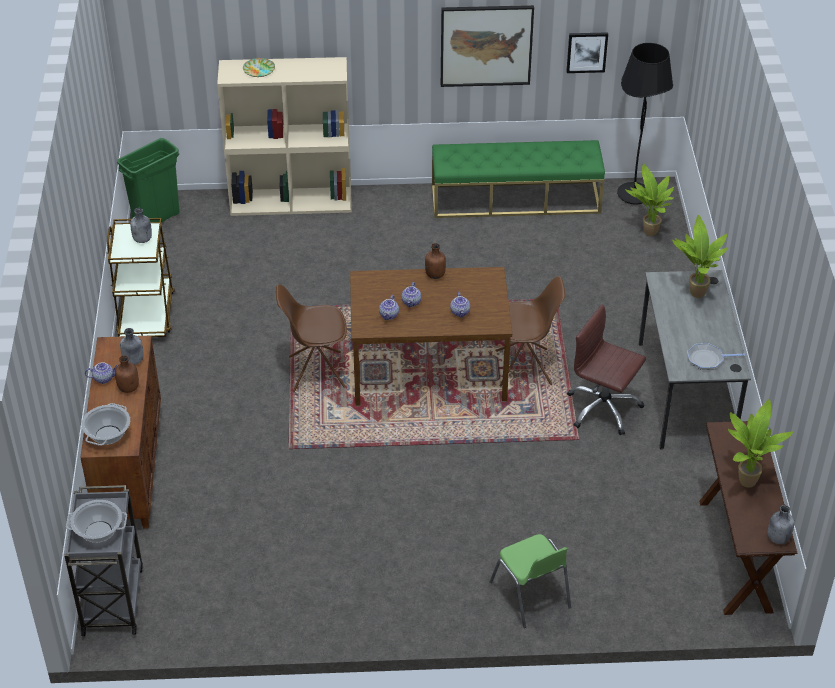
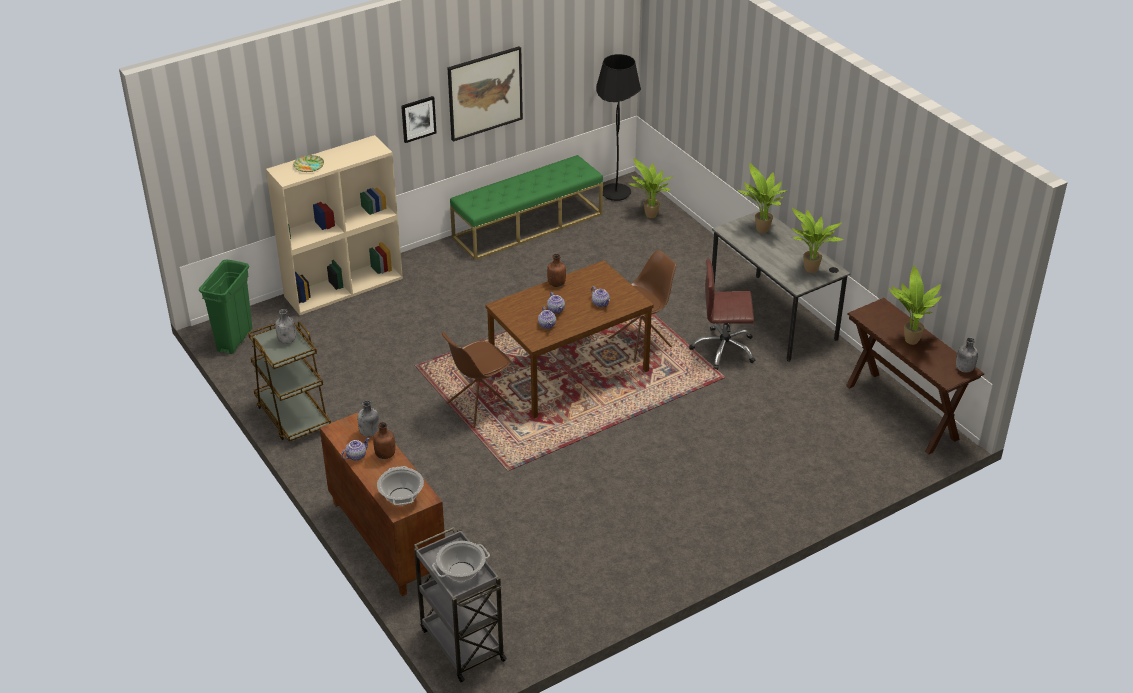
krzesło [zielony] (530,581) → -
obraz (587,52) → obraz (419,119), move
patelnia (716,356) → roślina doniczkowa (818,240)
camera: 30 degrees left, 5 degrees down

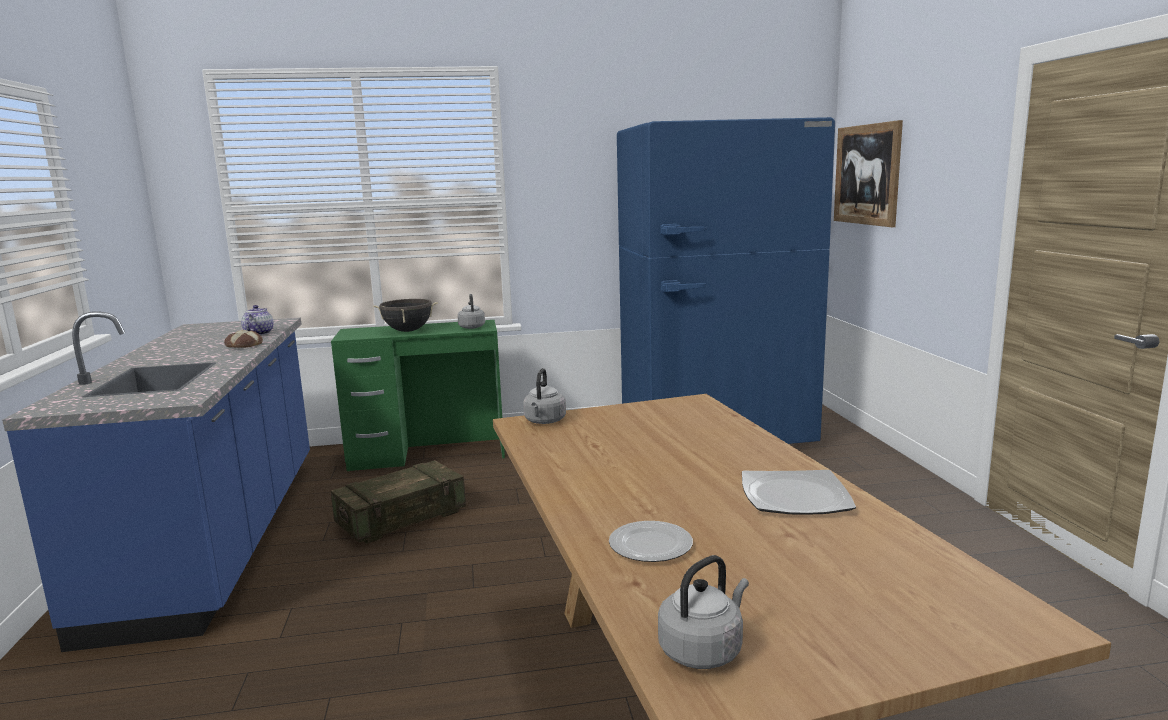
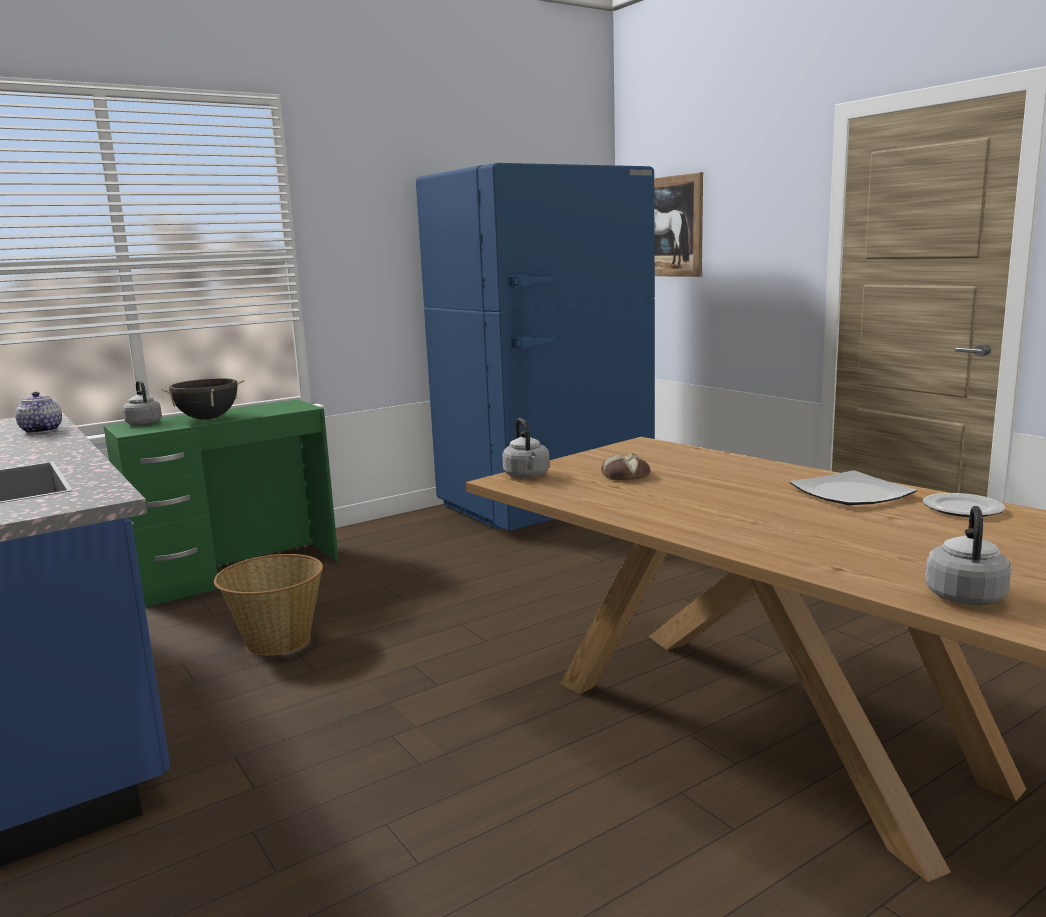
chleb (243,339) → chleb (626,466), move
czajnik [szary] (471,311) → czajnik [szary] (142,403), move
talerz (651,541) → talerz (964,505), move
skrzynka (398,502) → koszyk (268,605)
camera: 25 degrees left, 0 degrees up

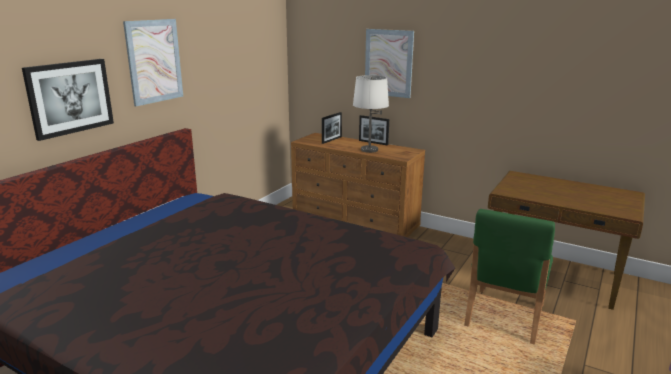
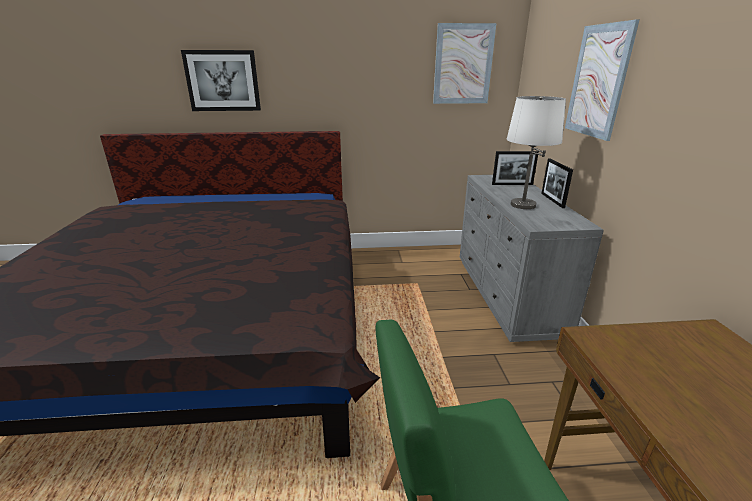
obraz (153,62) → obraz (464,63), move
komoda [brązowy] (358,185) → komoda [szary] (532,258)
camera: 55 degrees right, 5 degrees up

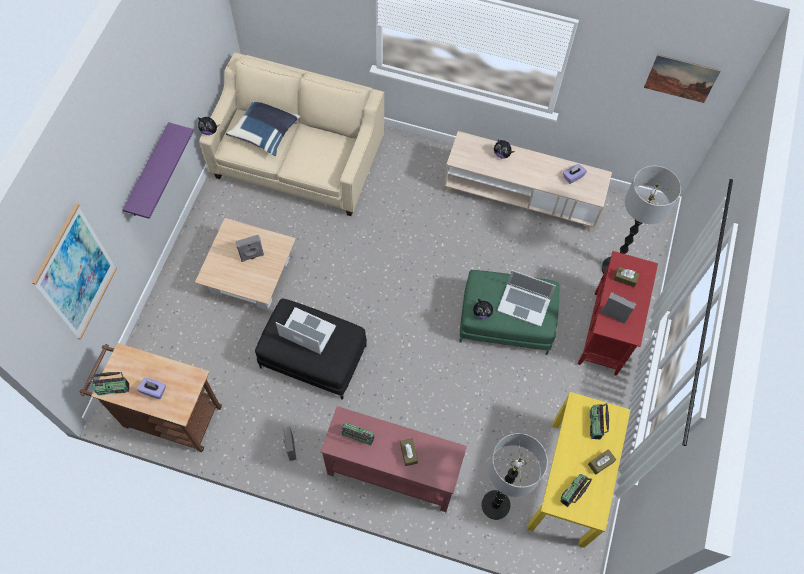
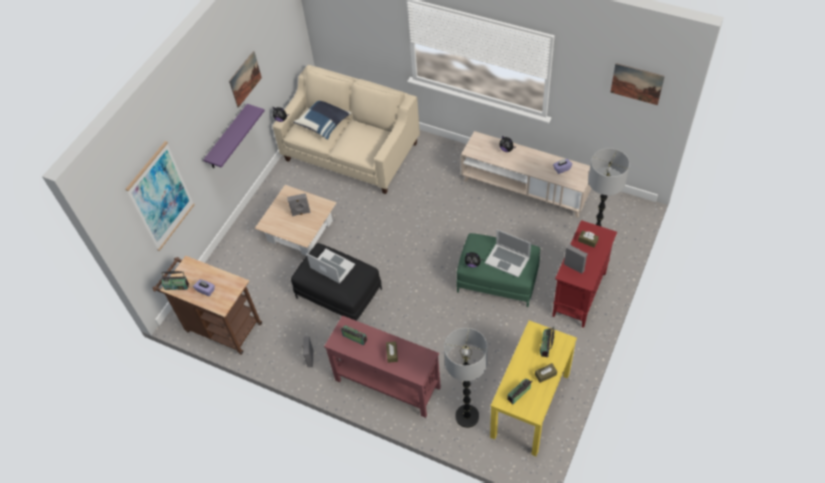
- → obraz (245,79)
camera: 15 degrees right, 10 degrees down

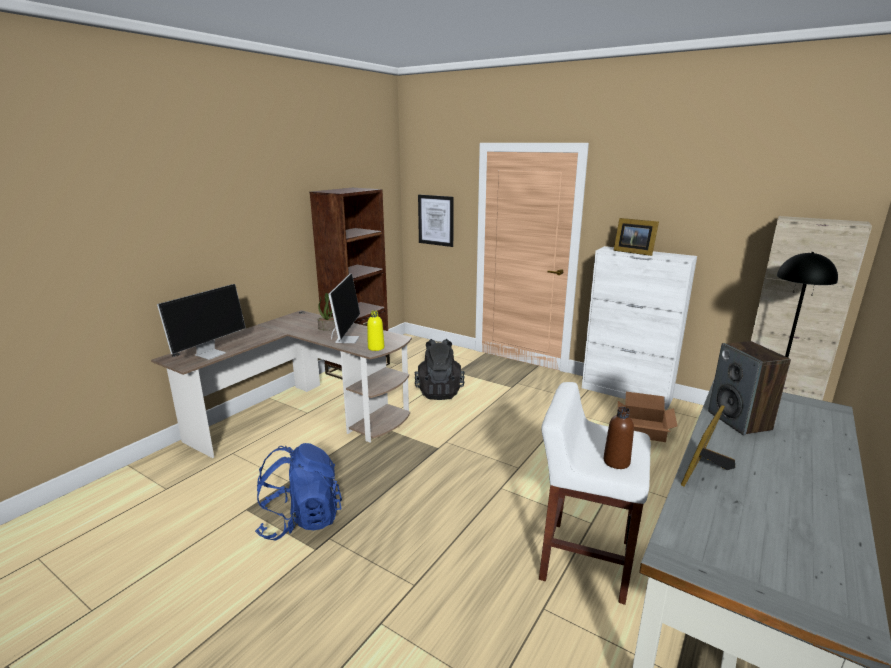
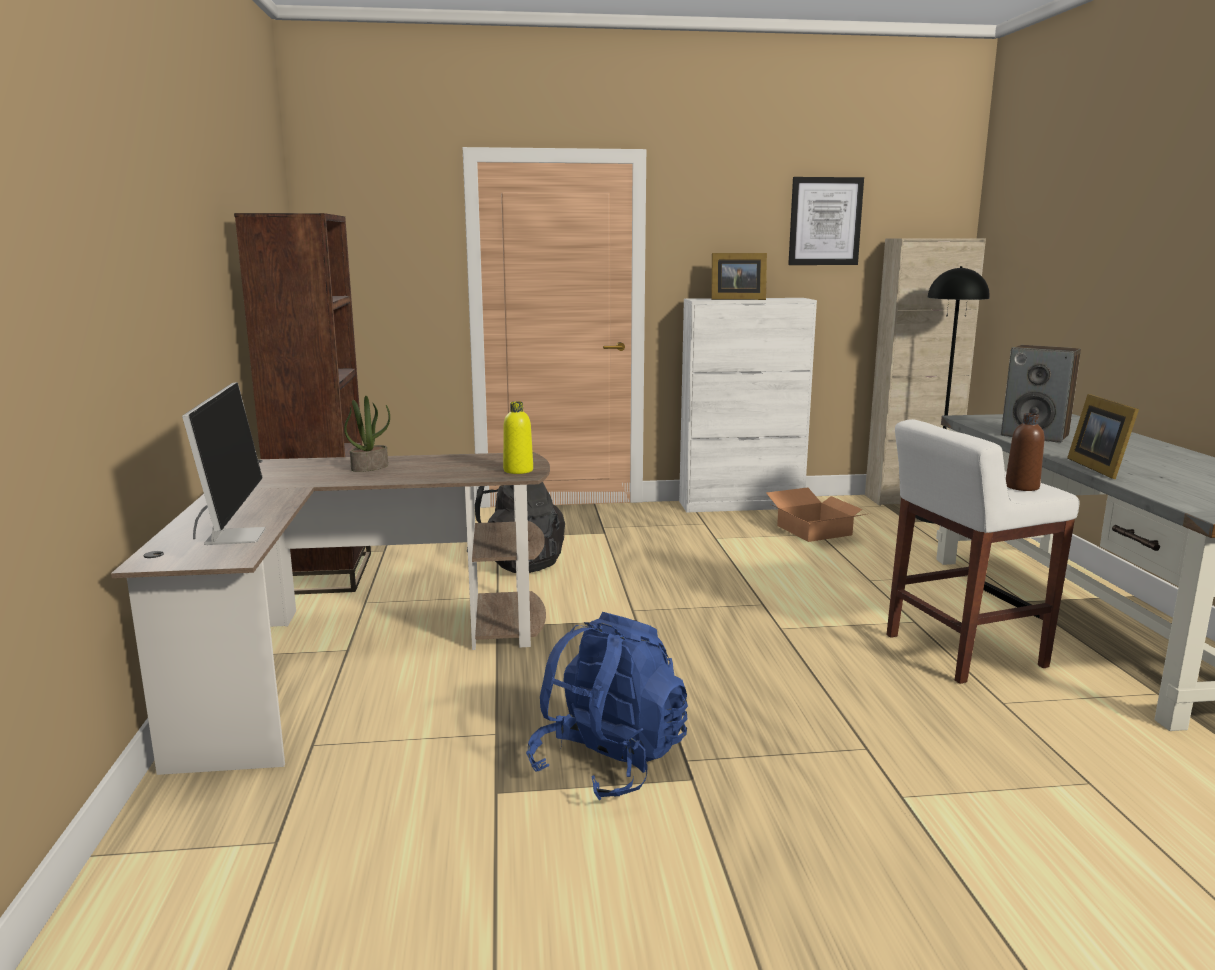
monitor (344,308) → -
obraz (436,221) → obraz (826,221), move
camera: 40 degrees left, 5 degrees down

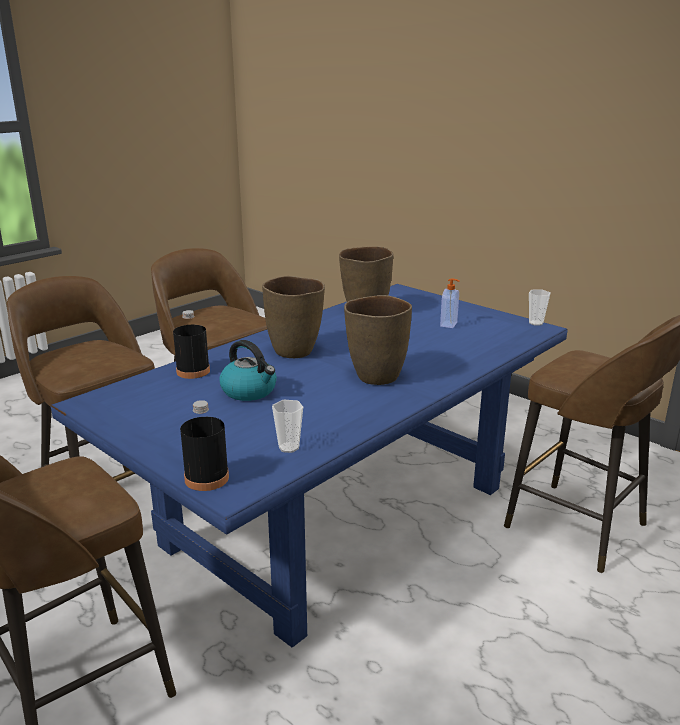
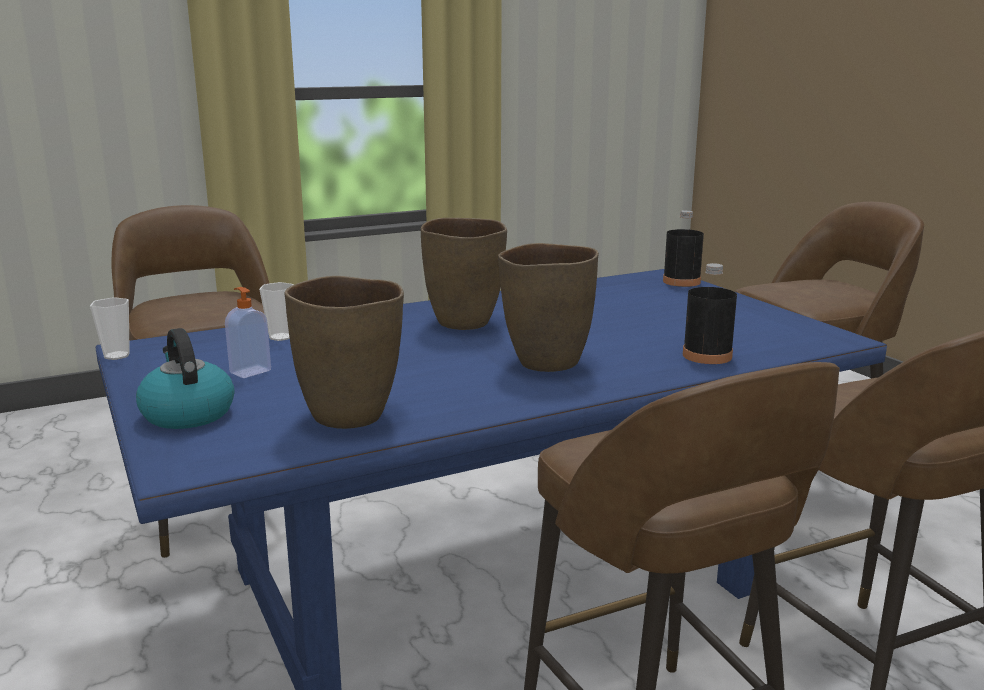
czajnik (248,370) → czajnik (185,378), move
filiżanka (287,426) → filiżanka (276,311), move
camera: 160 degrees left, 5 degrees down

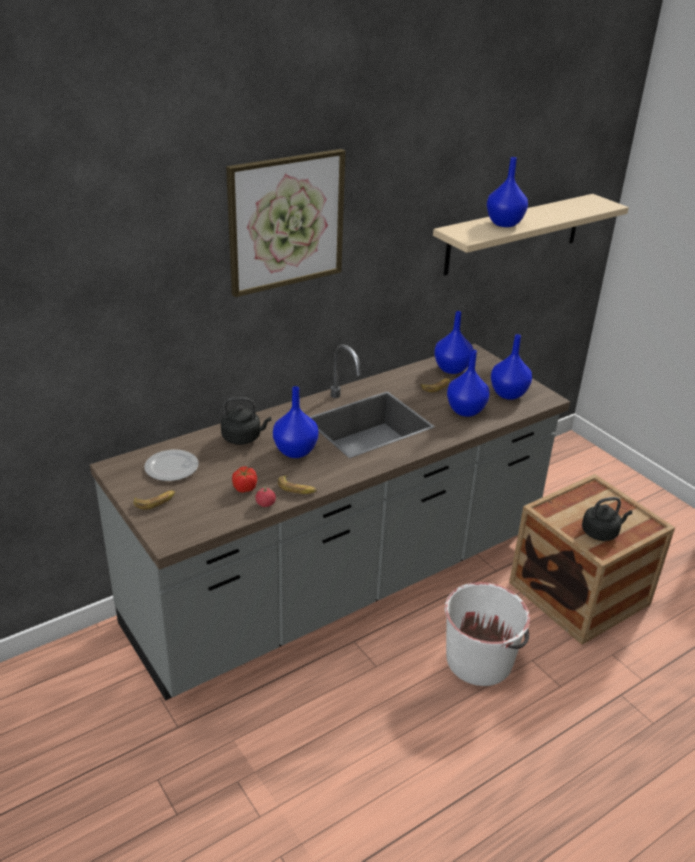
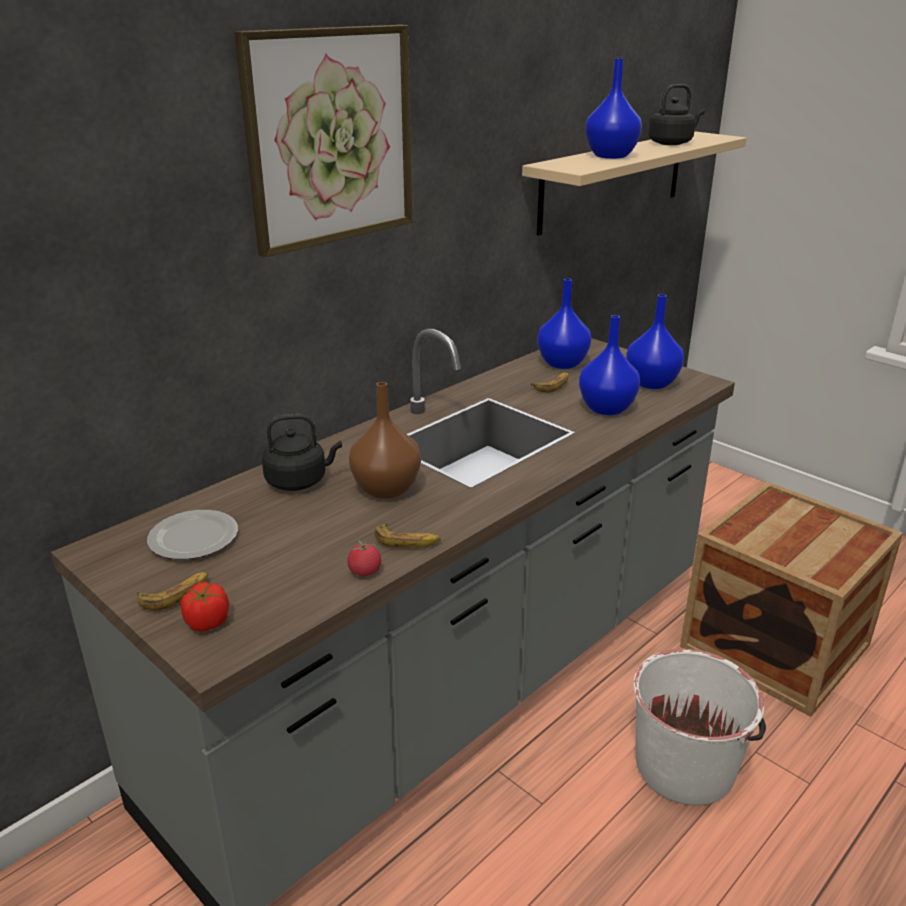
pomidor (244,479) → pomidor (205,607), move
czajnik [czarny] (607,519) → czajnik [czarny] (676,114), move
wazon [niebieski] (296,422) → wazon [brązowy] (385,440)
camera: 10 degrees left, 5 degrees down

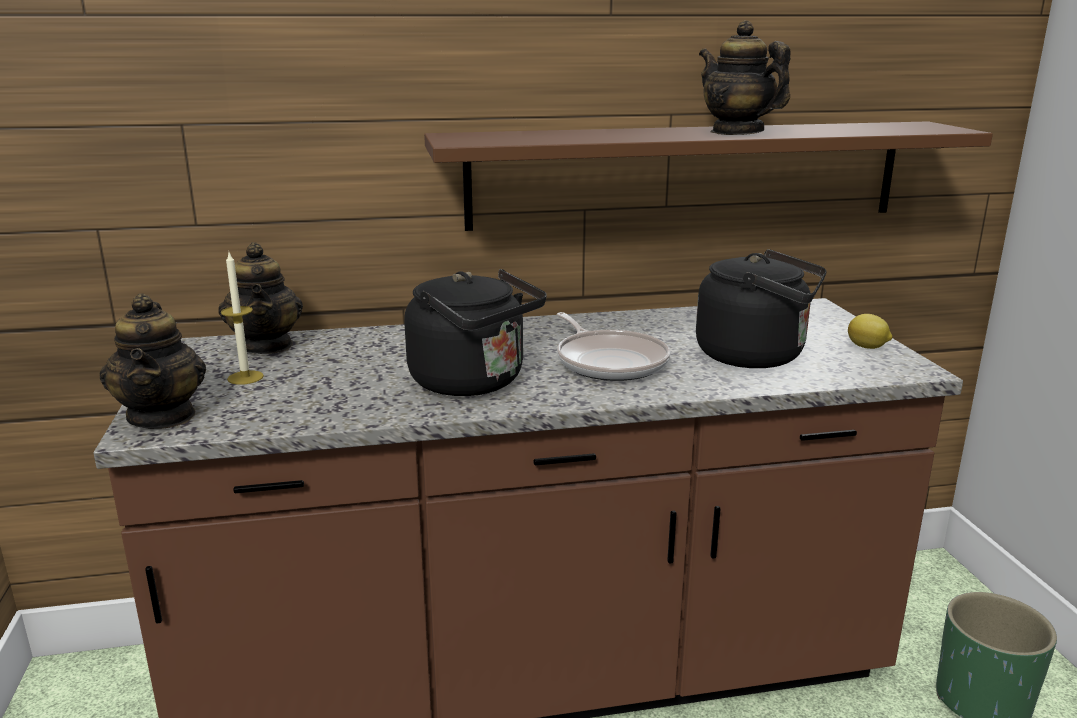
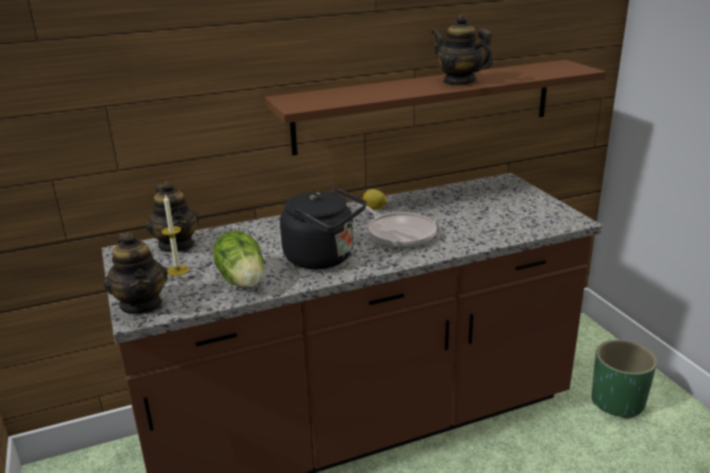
czajnik [czarny] (761,308) → -
- → sałata (238,259)
cytryna (870,331) → cytryna (375,199), move
camera: 10 degrees left, 5 degrees up

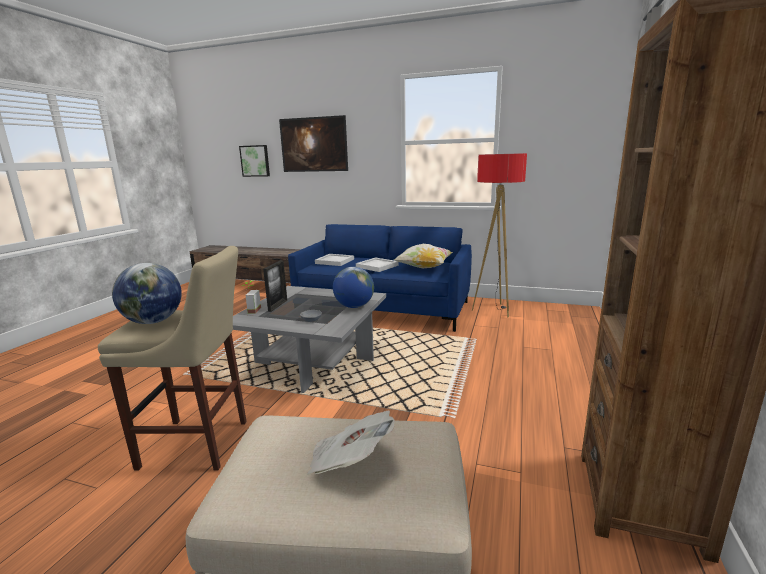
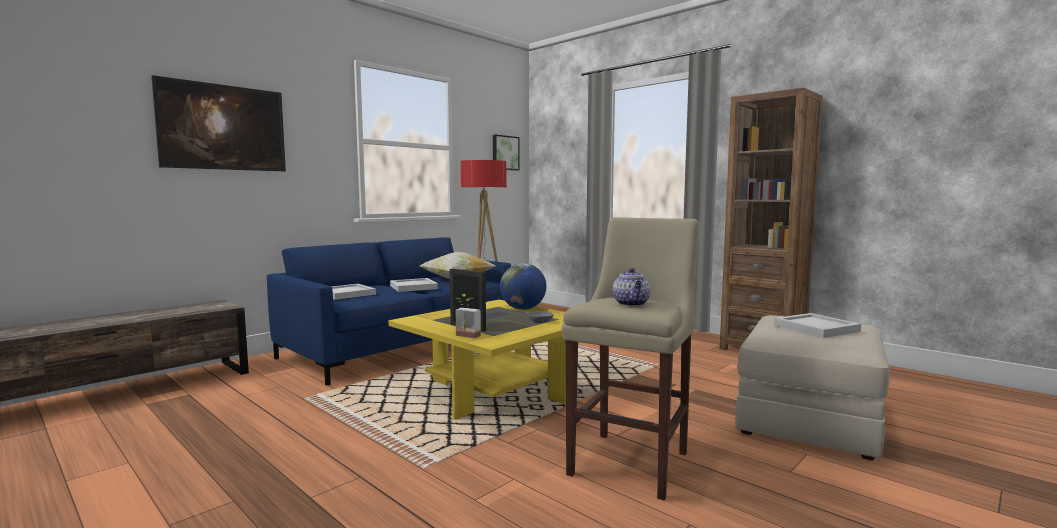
obraz (254,161) → obraz (506,152), move
globus (147,293) → imbryk (632,287)
gazeta (351,443) → taca [biały] (817,325)
ława [szary] (309,339) → ława [żółty] (477,360)
camera: 65 degrees left, 10 degrees down

